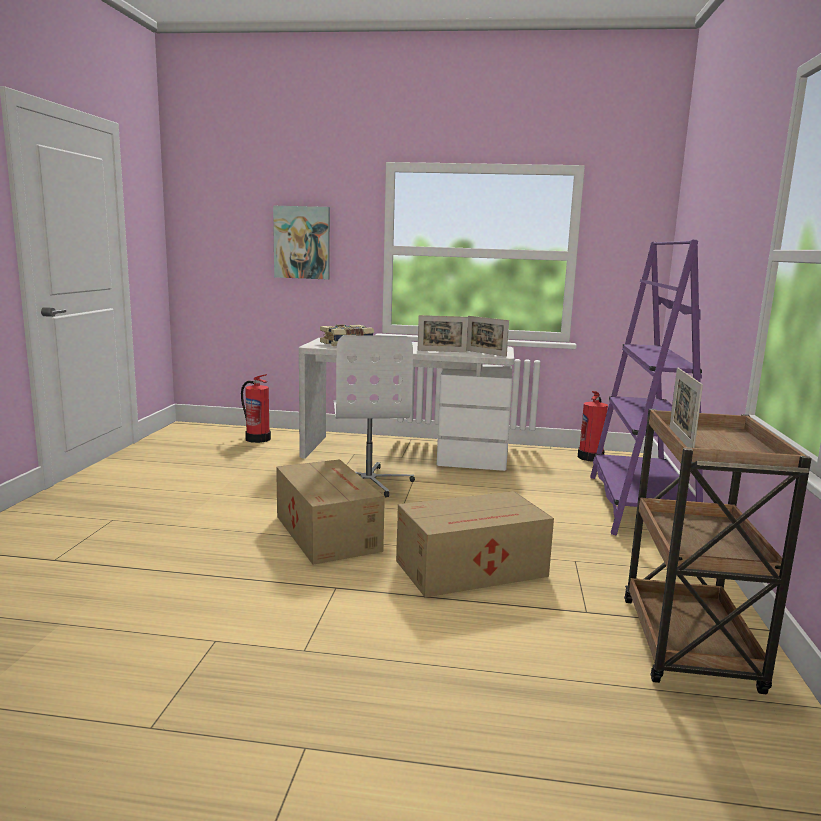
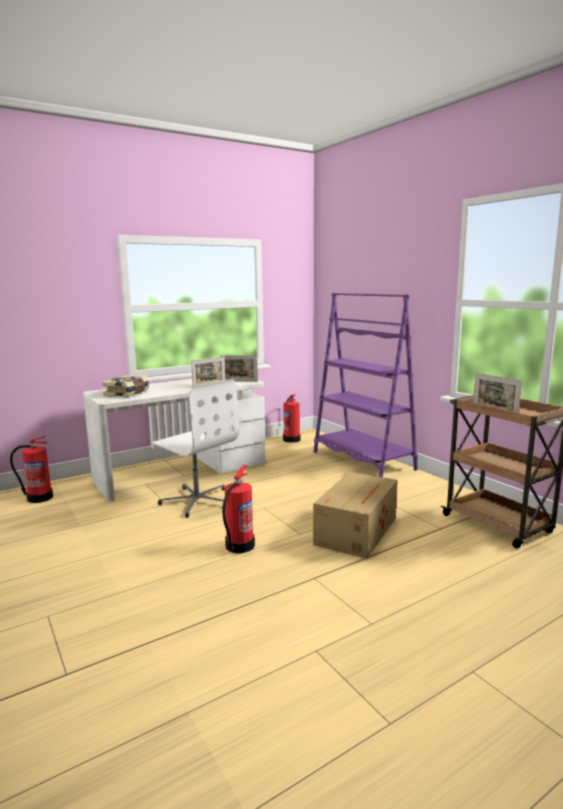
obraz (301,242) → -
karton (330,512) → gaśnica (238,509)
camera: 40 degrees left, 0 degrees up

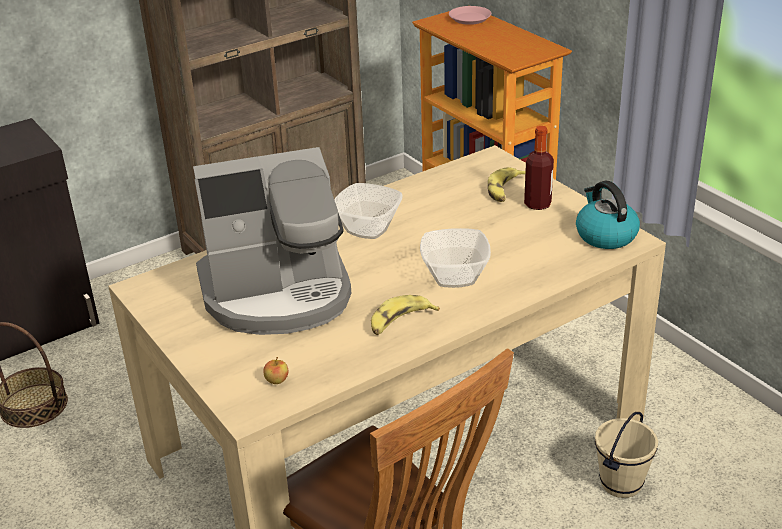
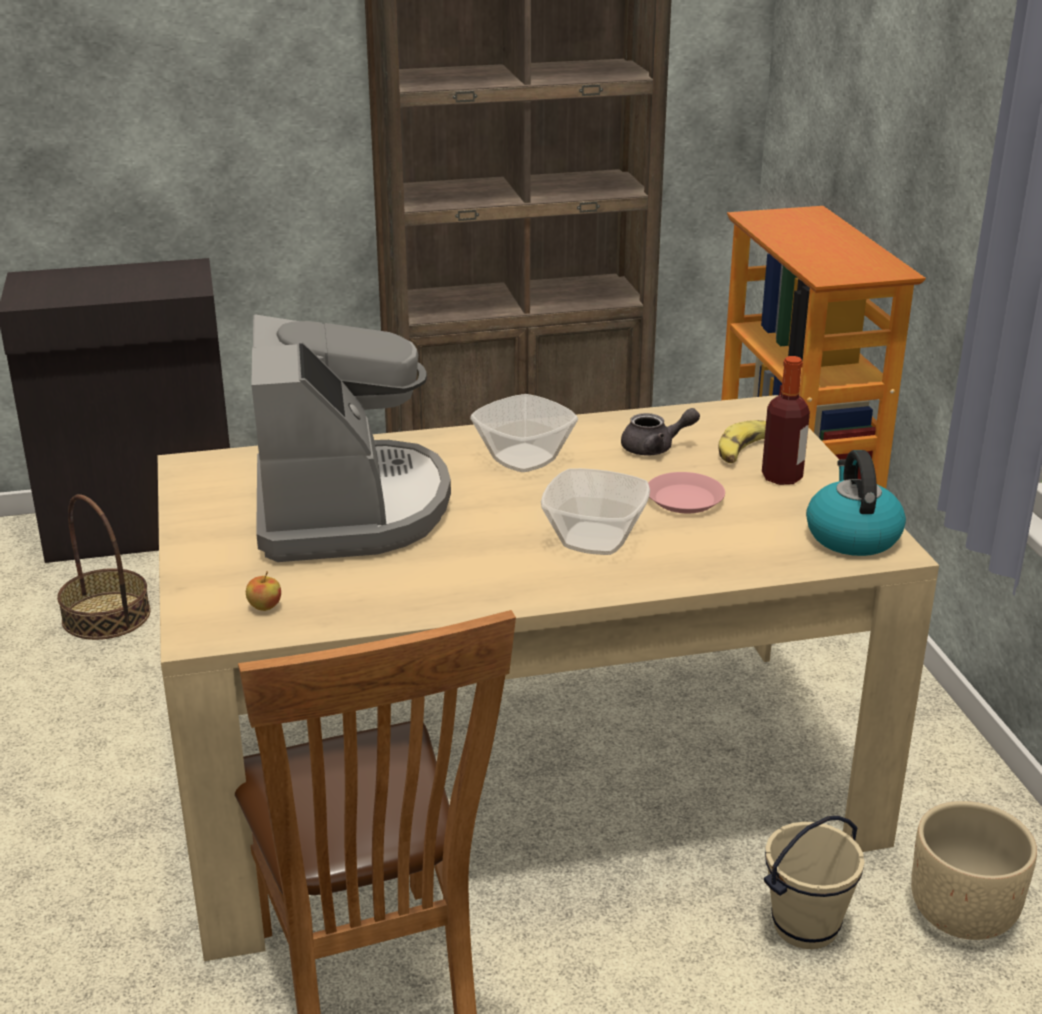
banan (405,315) → -
- → imbryk [szary] (660,432)
- → donica [beżowy] (974,870)
talerz [różowy] (470,15) → talerz [różowy] (686,492), move
ekspres do kawy (272,241) → ekspres do kawy (351,438), 105 degrees counterclockwise
camera: 20 degrees right, 5 degrees down

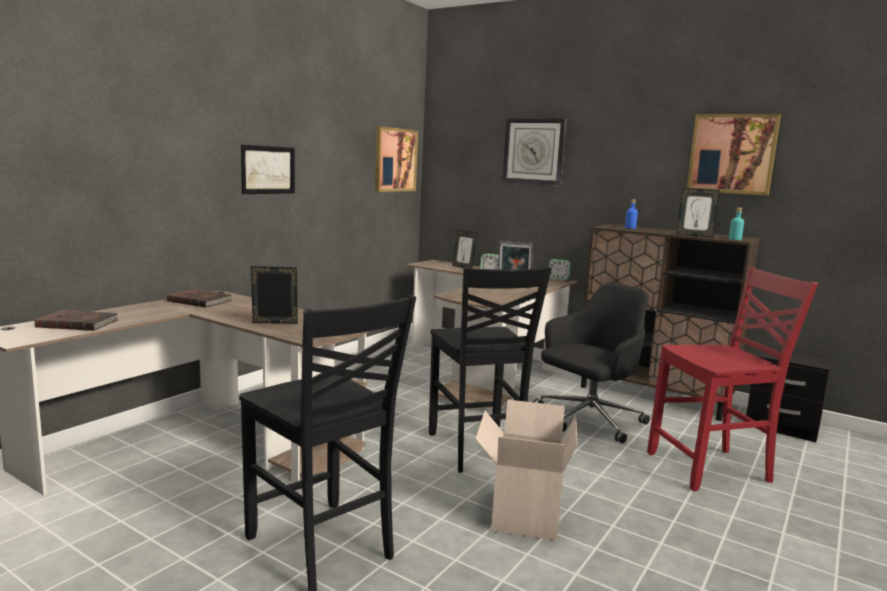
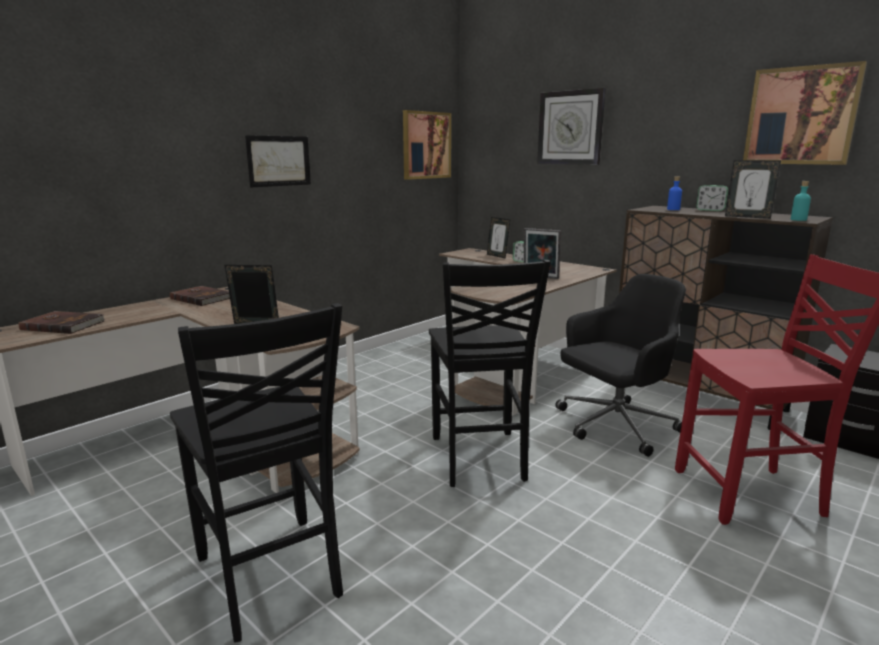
karton (526,470) → -
budzik (559,269) → budzik (712,198), move
camera: 10 degrees right, 5 degrees up

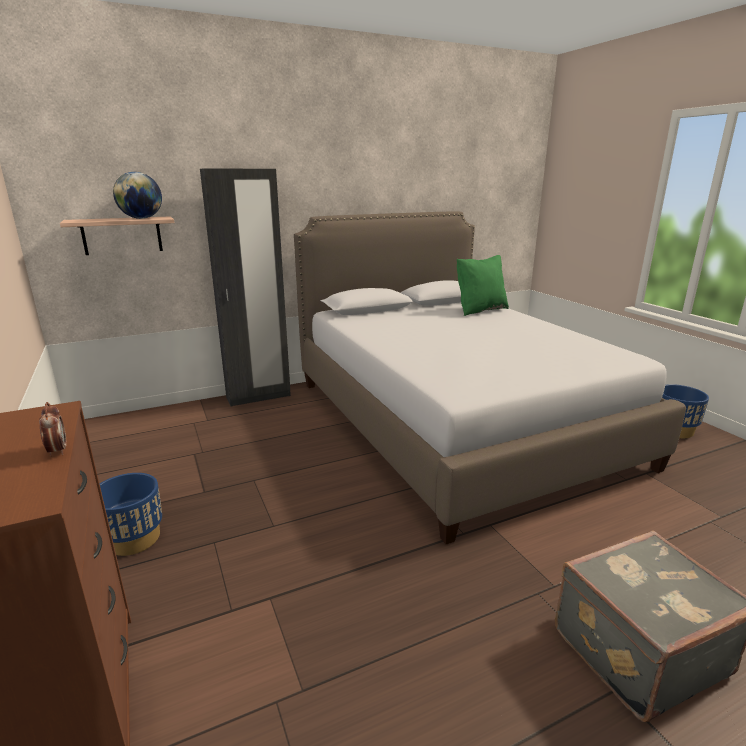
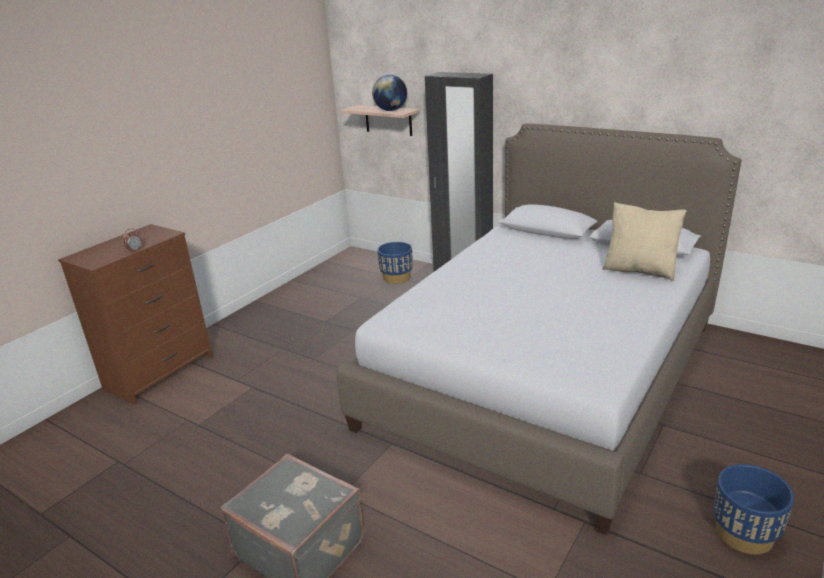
donica [niebieski] (131,514) → donica [niebieski] (395,263), move
poduszka [zielony] (483,285) → poduszka [beżowy] (644,241)
camera: 60 degrees right, 5 degrees up

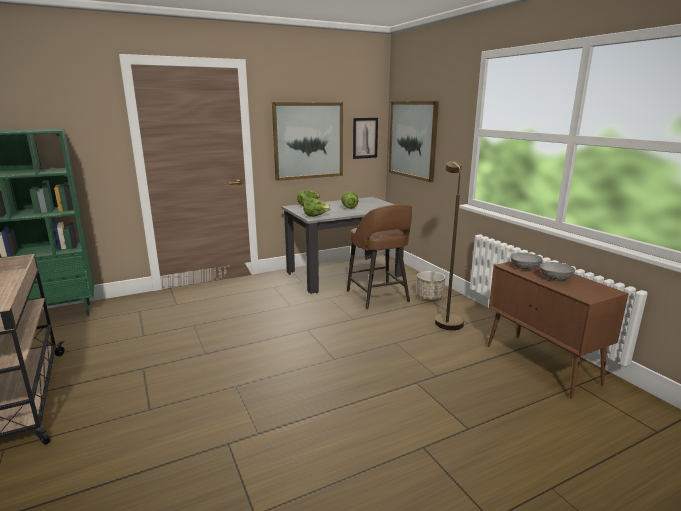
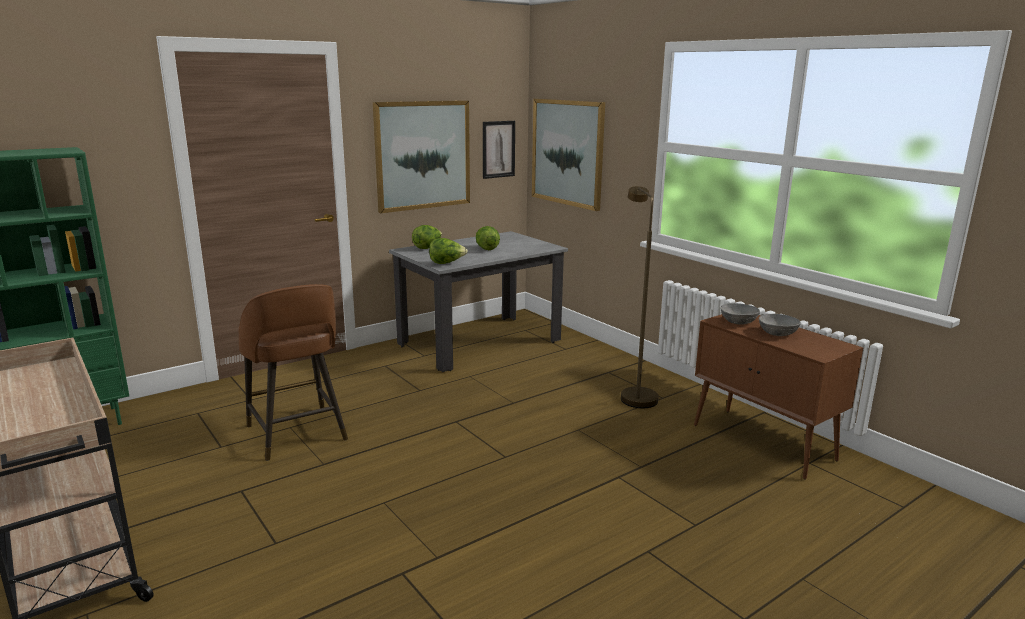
donica (431,286) → -
stołek [brązowy] (379,256) → stołek [brązowy] (293,372), move
camera: 10 degrees left, 0 degrees up

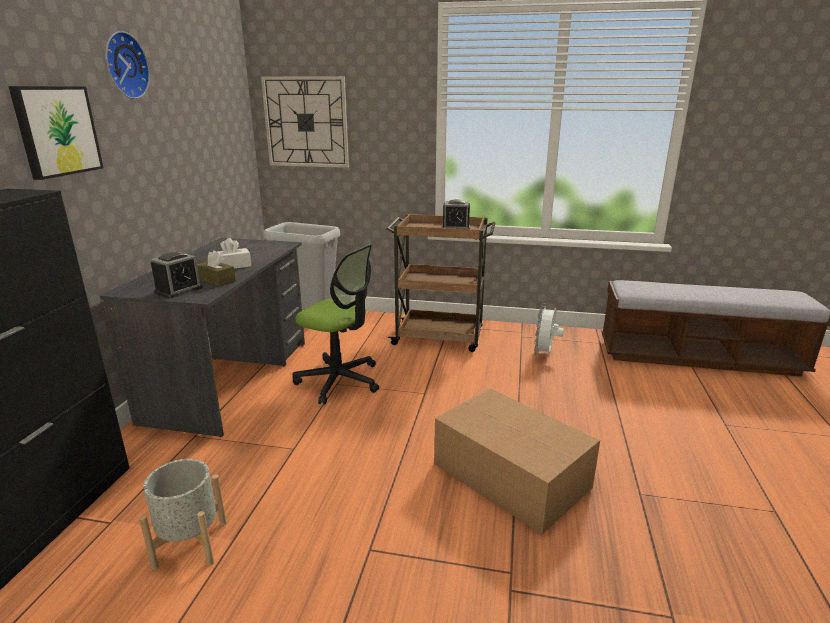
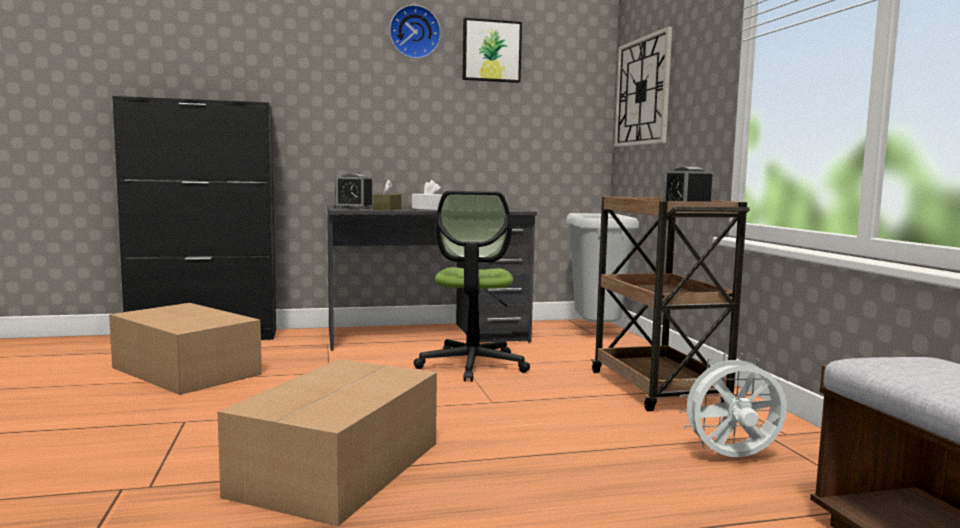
obraz (55,133) → obraz (492,50), move
donica [szary] (182,514) → karton (185,349)
camera: 65 degrees right, 15 degrees down

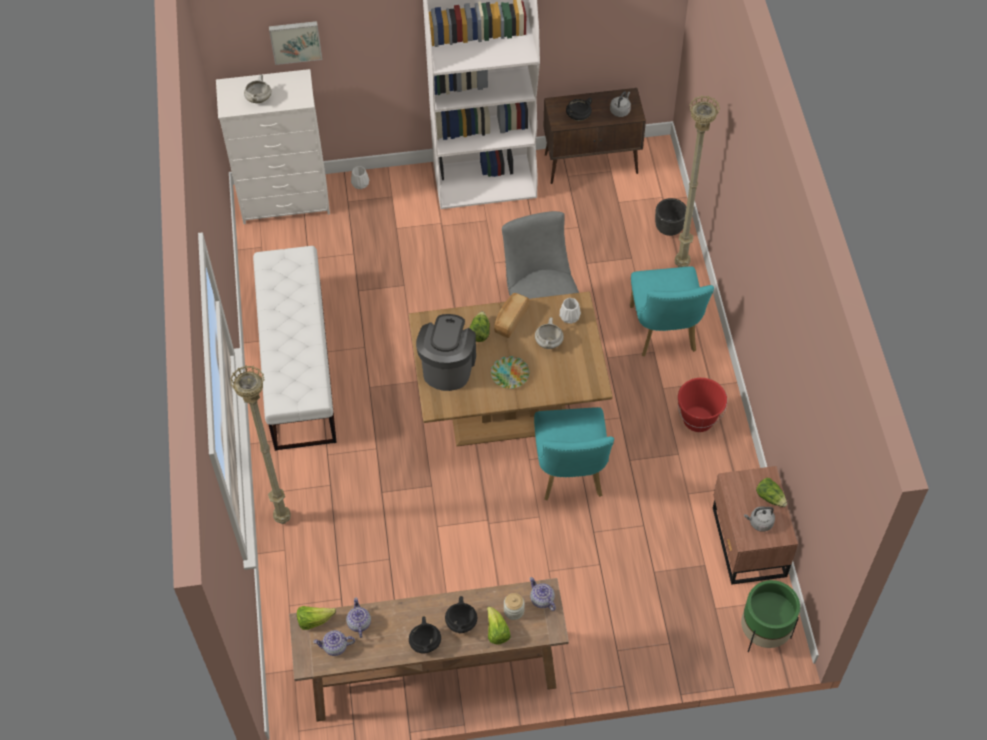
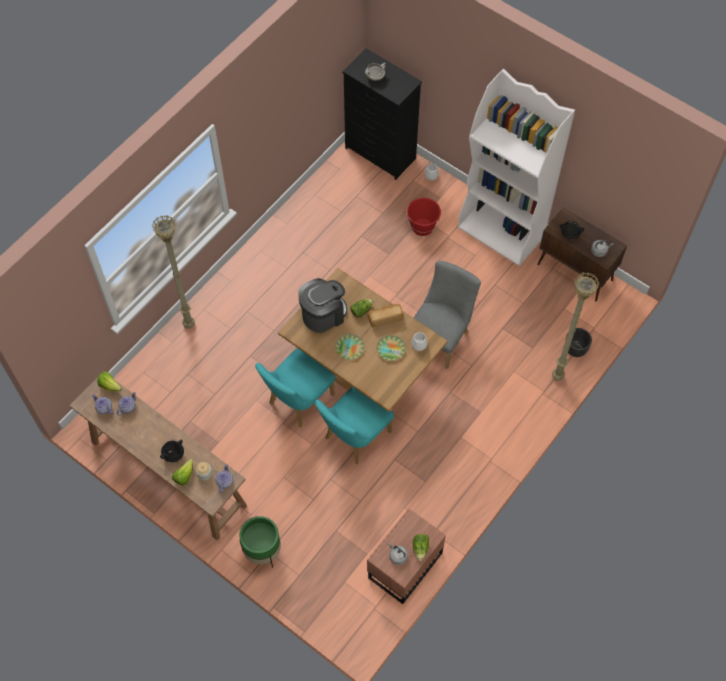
ławka [biały] (295,348) → -
obraz (295,43) → -
garnek [czarny] (425,635) → -
krzesło [turkusowy] (672,311) → krzesło [turkusowy] (295,387), move
wiadro [czerwony] (702,405) → wiadro [czerwony] (423,217), move
donica [zielony] (770,616) → donica [zielony] (260,542), move
garnek [biały] (549,333) → talerz (391,348)
komoda [biały] (273,146) → komoda [czarny] (382,114)
camera: 45 degrees right, 5 degrees up

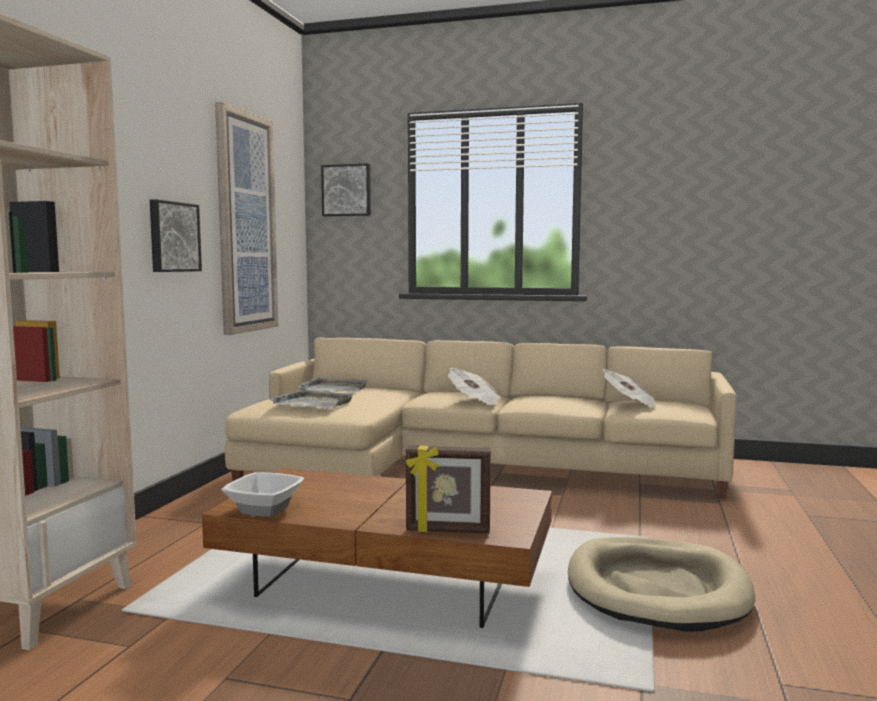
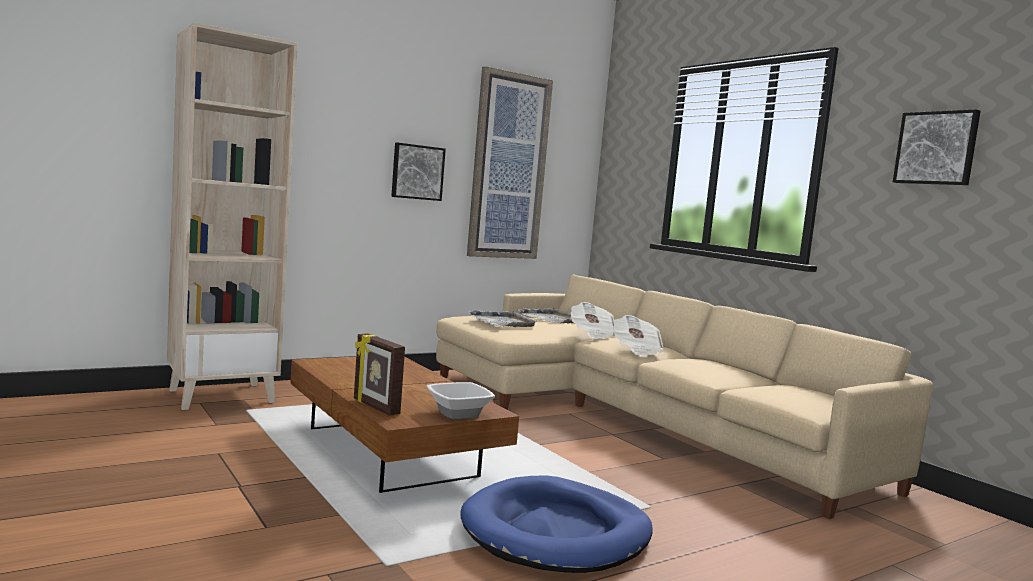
miska (262,494) → miska (460,400), move
obraz (346,189) → obraz (937,147), move
gazeta (629,388) → gazeta (592,320), move
legowisko [beżowy] (661,584) → legowisko [niebieski] (556,524)
camera: 40 degrees right, 0 degrees up

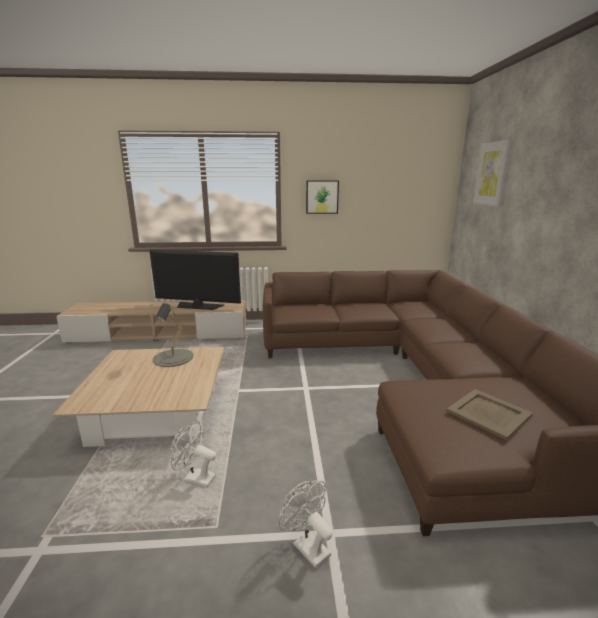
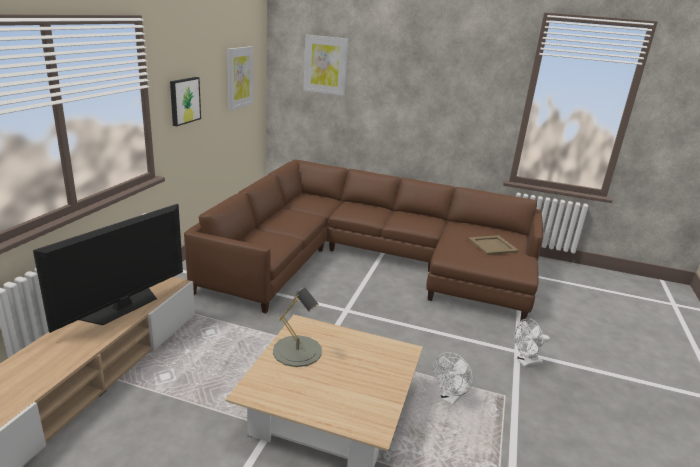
- → obraz (240,78)
camera: 70 degrees left, 5 degrees up

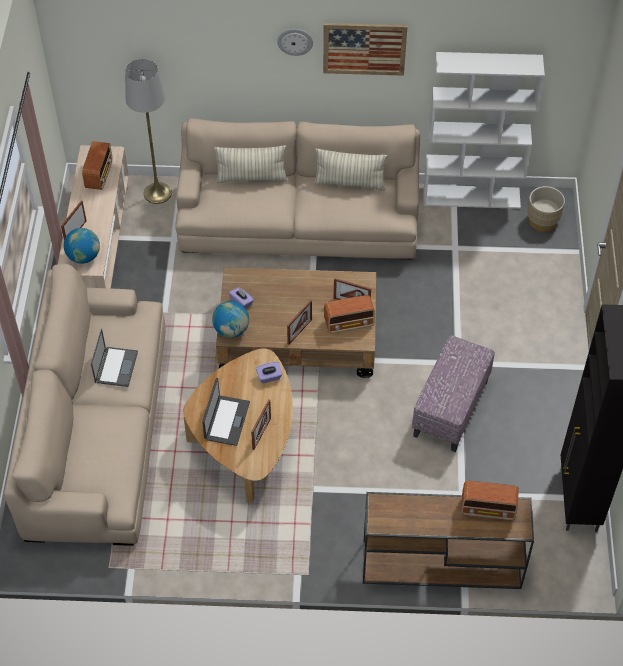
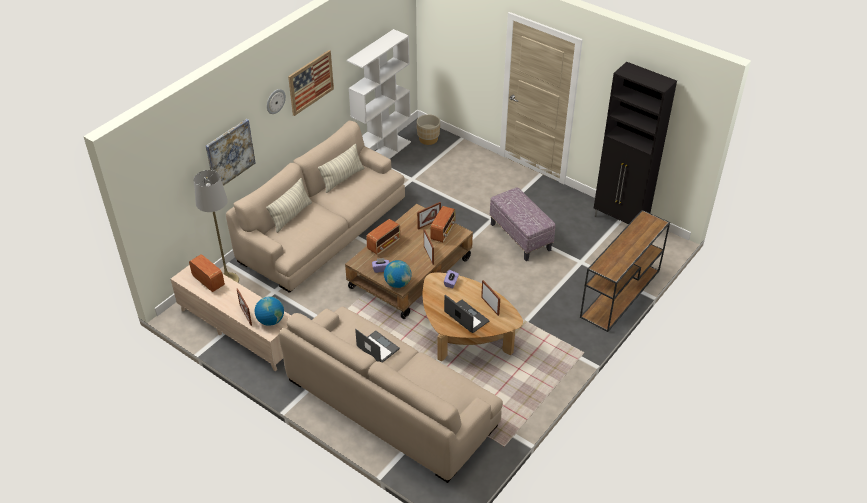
- → obraz (231,152)
radio (490,500) → radio (383,237), move
camera: 55 degrees left, 10 degrees down

